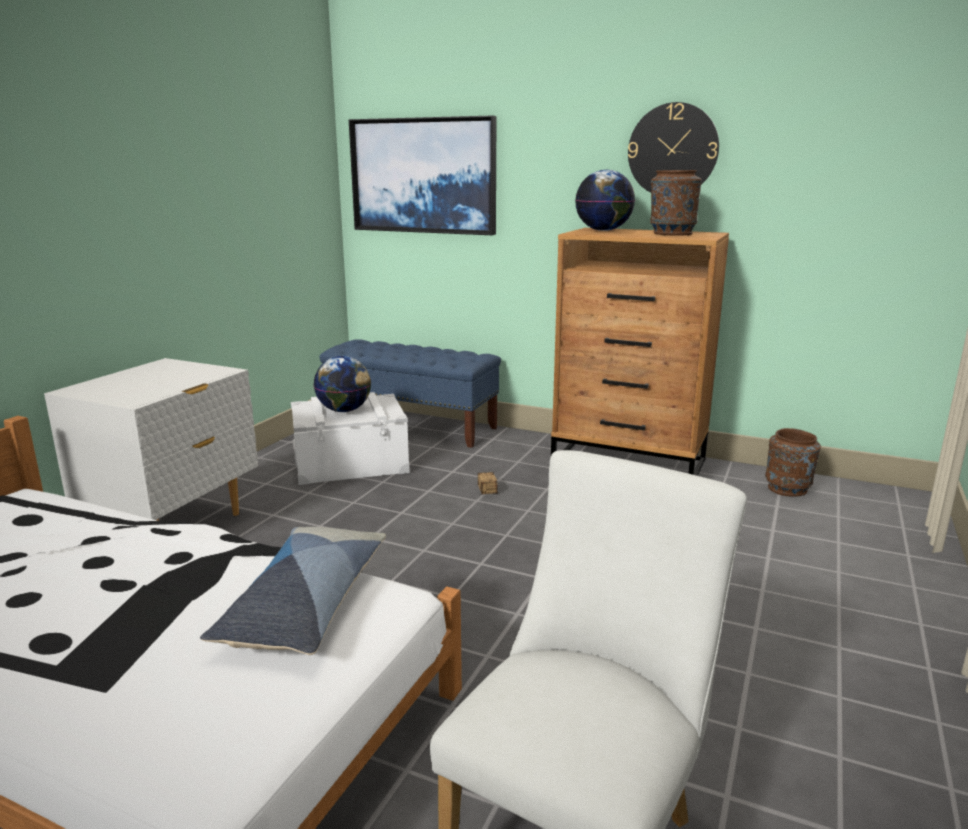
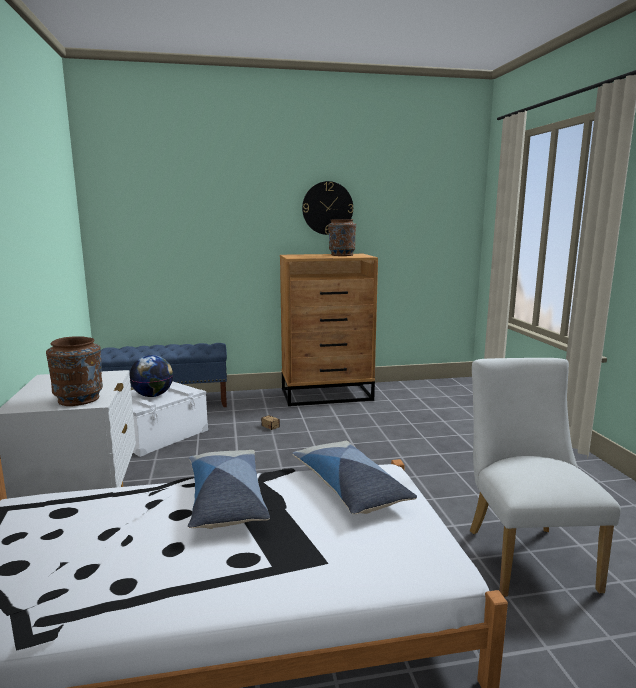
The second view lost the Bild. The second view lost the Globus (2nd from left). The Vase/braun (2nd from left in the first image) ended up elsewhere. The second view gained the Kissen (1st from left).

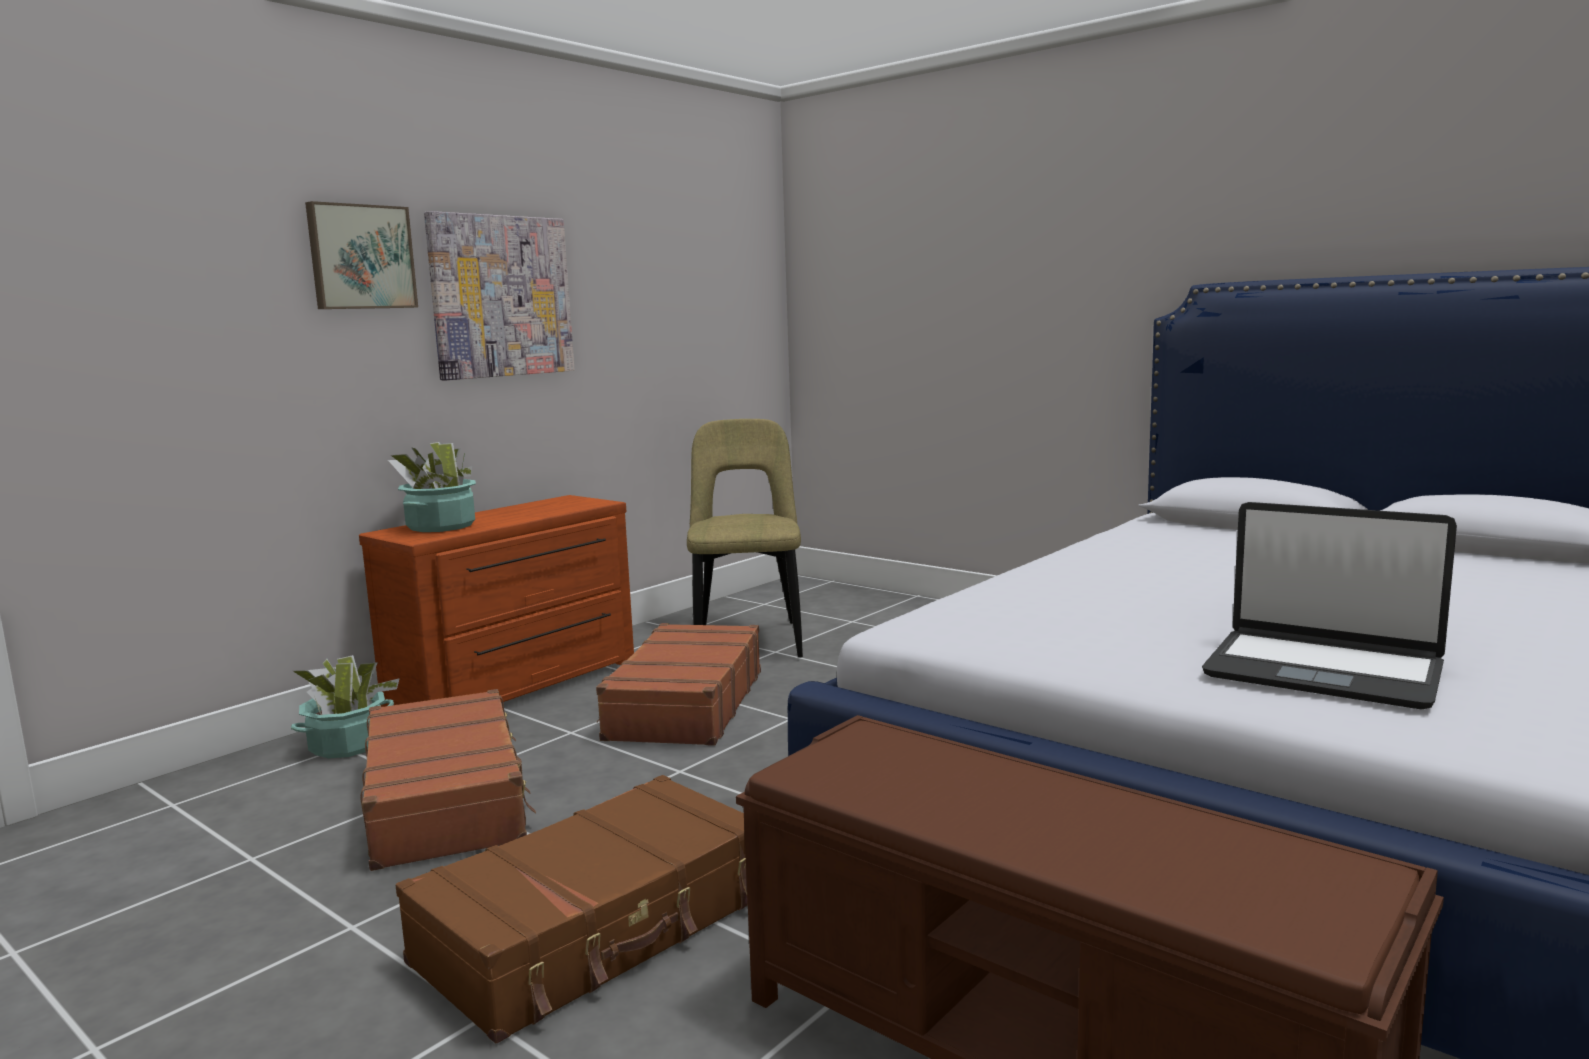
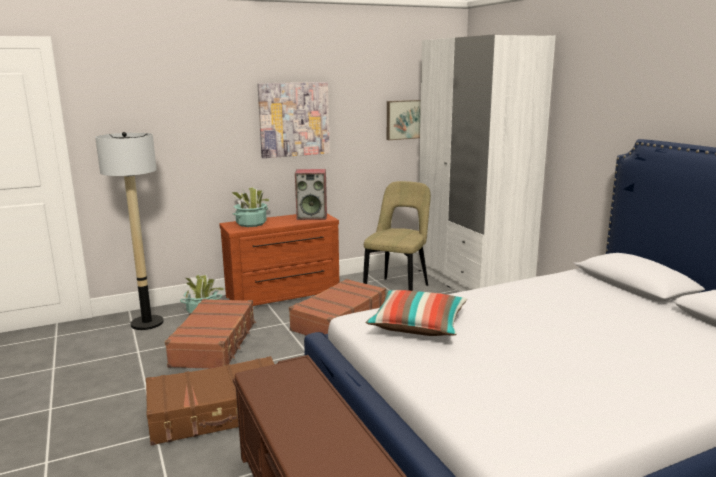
The Bild (1st from left in the first image) ended up elsewhere. The second view lost the Laptop. The second view gained the Kleiderschrank/weiß. The second view gained the Stehlampe. The second view gained the Lautsprecher. The second view gained the Kissen.

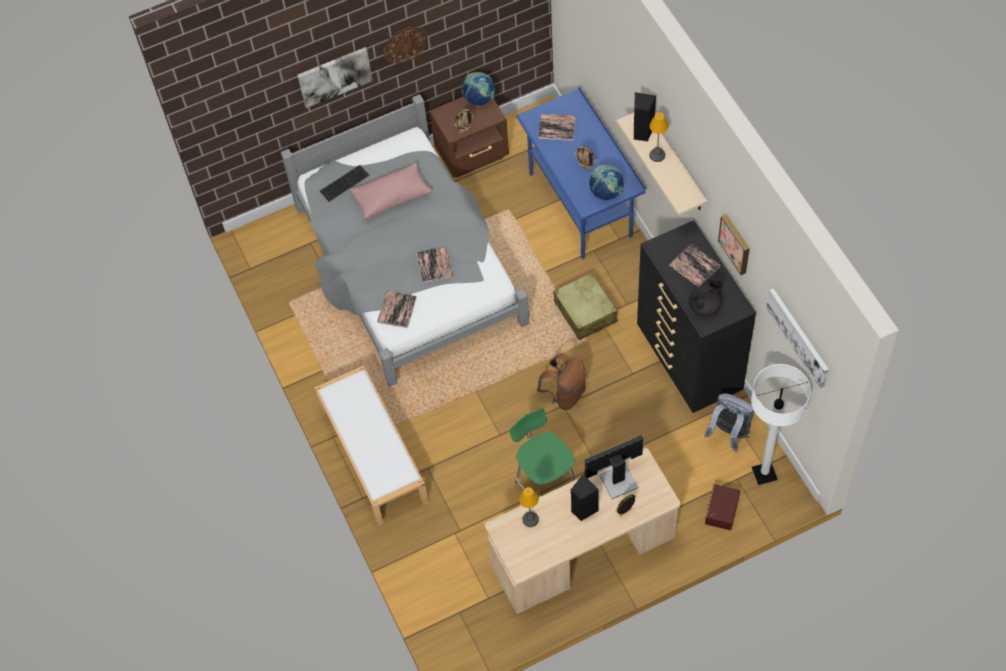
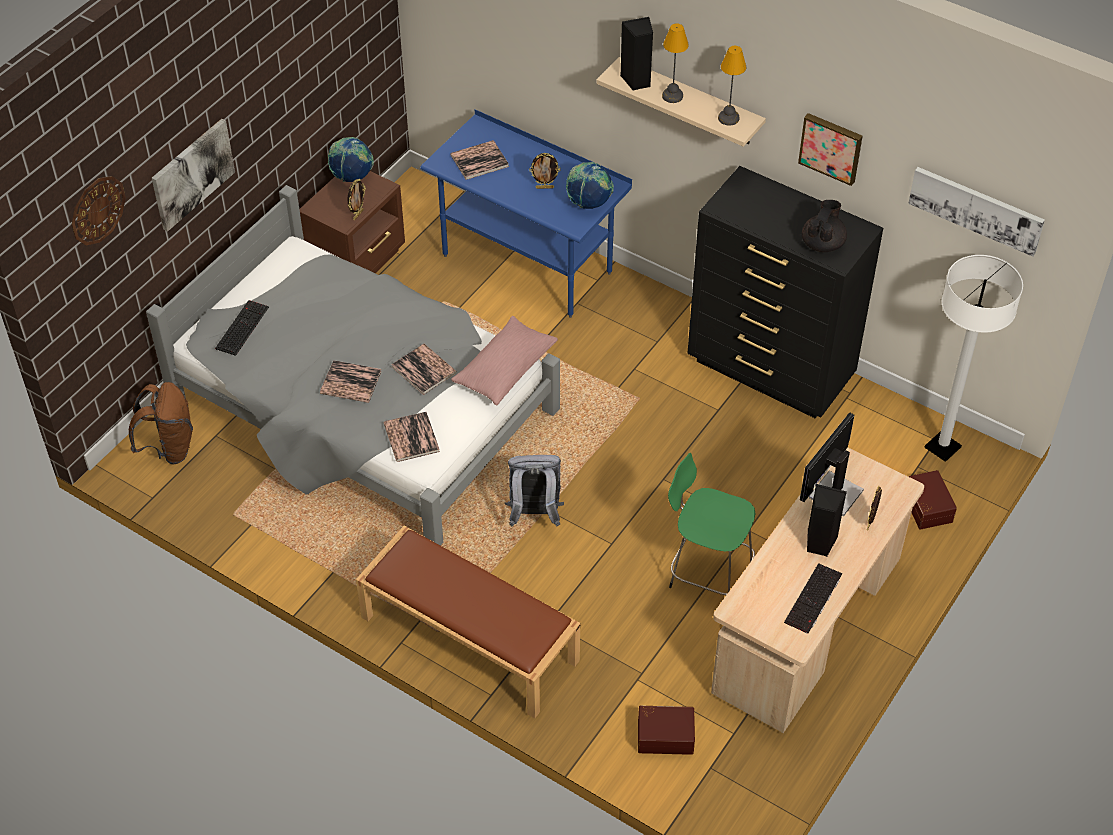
The Wanduhr ended up elsewhere. The Kissen/rosa ended up elsewhere. The Buch (4th from left in the first image) ended up elsewhere. The second view lost the Koffer/beige. The Rucksack/braun ended up elsewhere. What was the Bank/weiß turned into the Bank/braun. The Rucksack/grau ended up elsewhere. The Tischlampe (1st from left in the first image) ended up elsewhere. The second view gained the Tastatur (2nd from left). The second view gained the Aufbewahrungsbox/braun (1st from left).

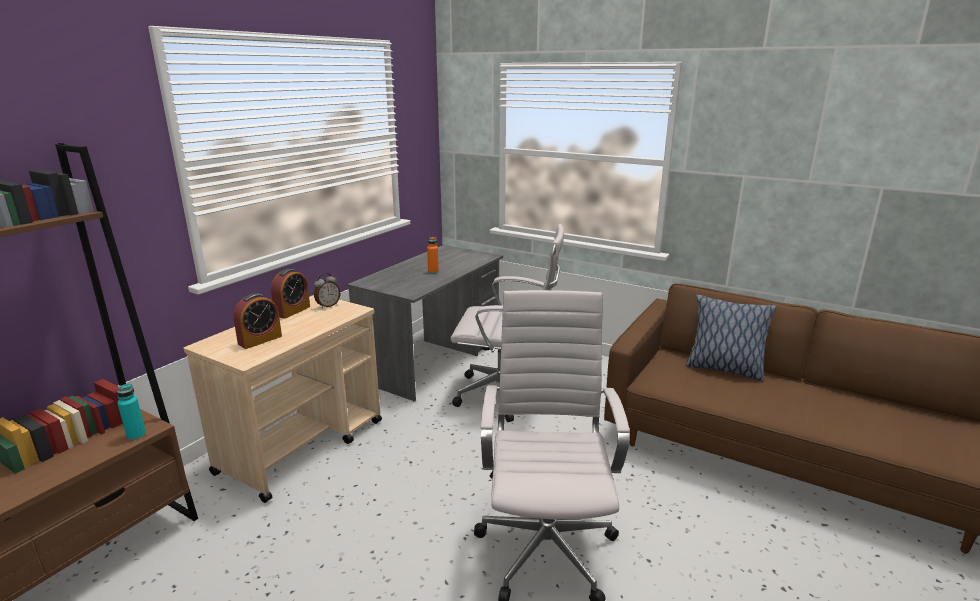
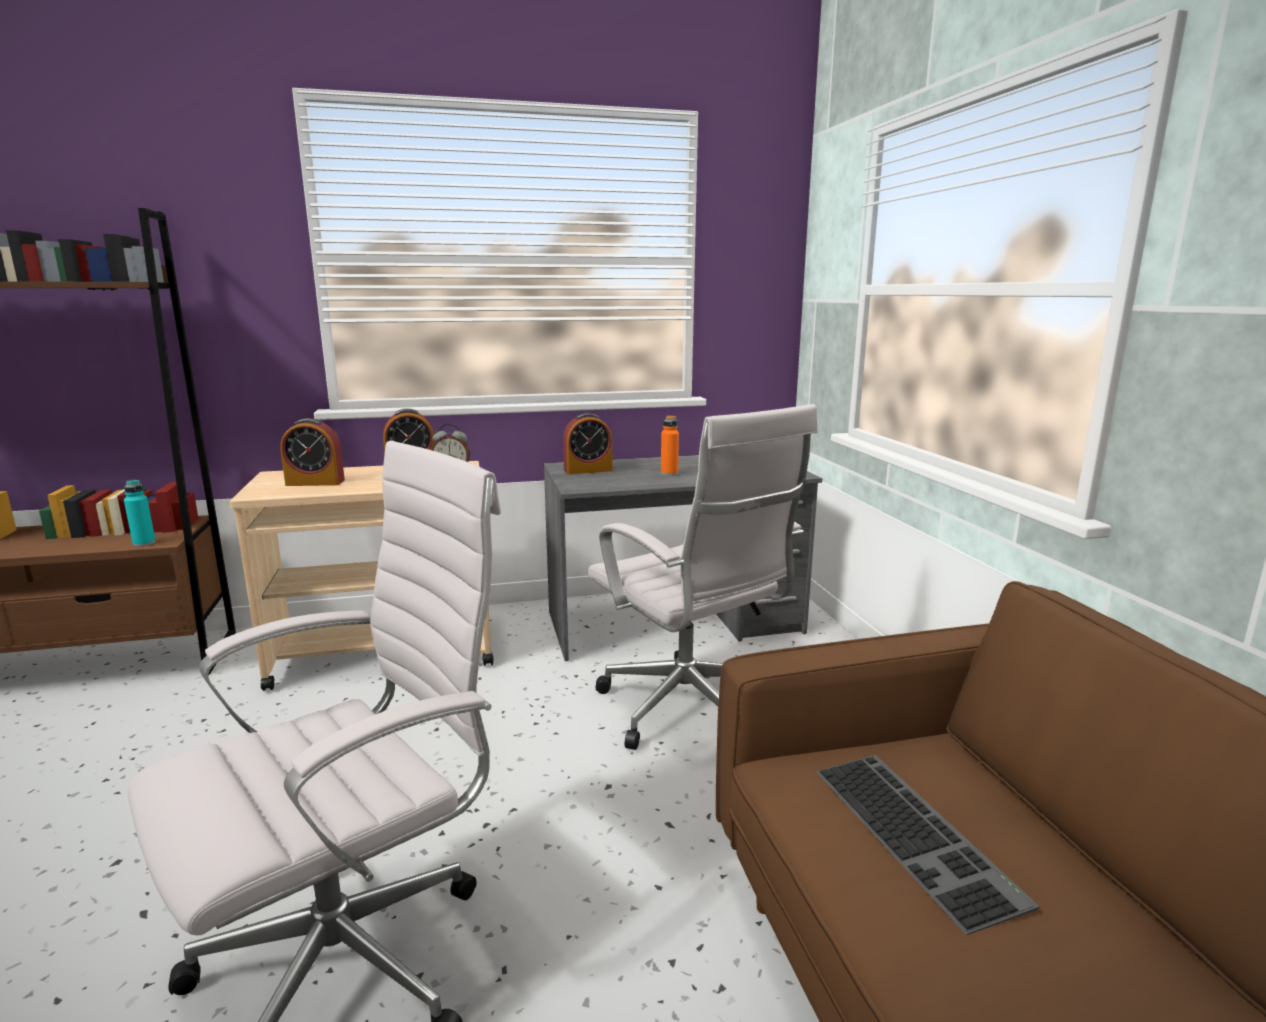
The second view lost the Kissen. The second view gained the Wecker (4th from left). The second view gained the Tastatur.

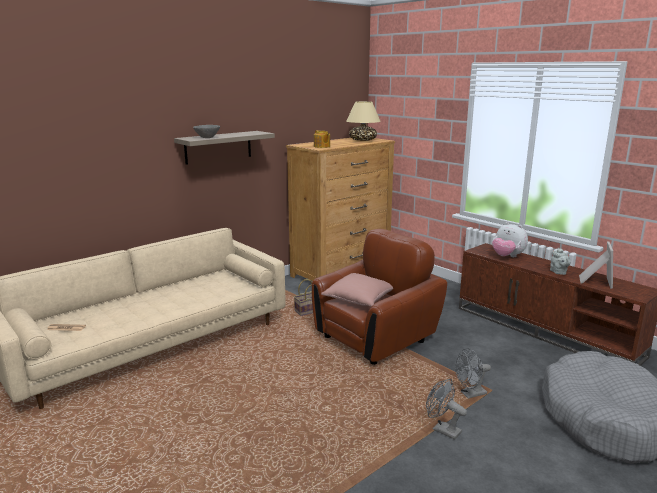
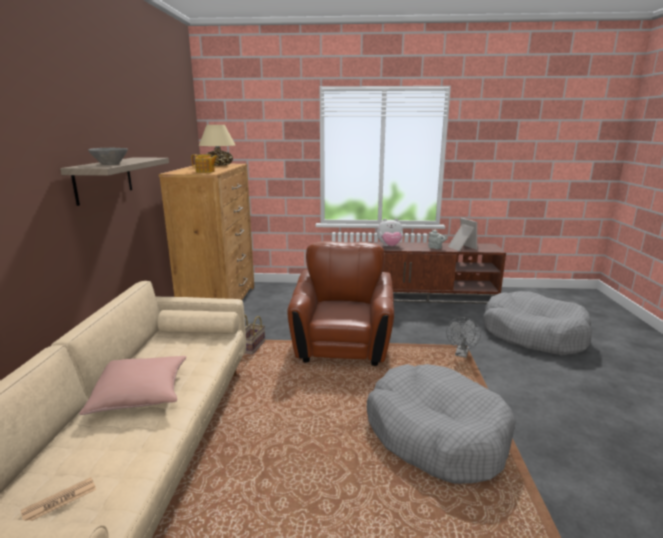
The Kissen/rosa ended up elsewhere. The second view lost the Ventilator/grau (1st from left). The second view gained the Hundebett/grau (1st from left).

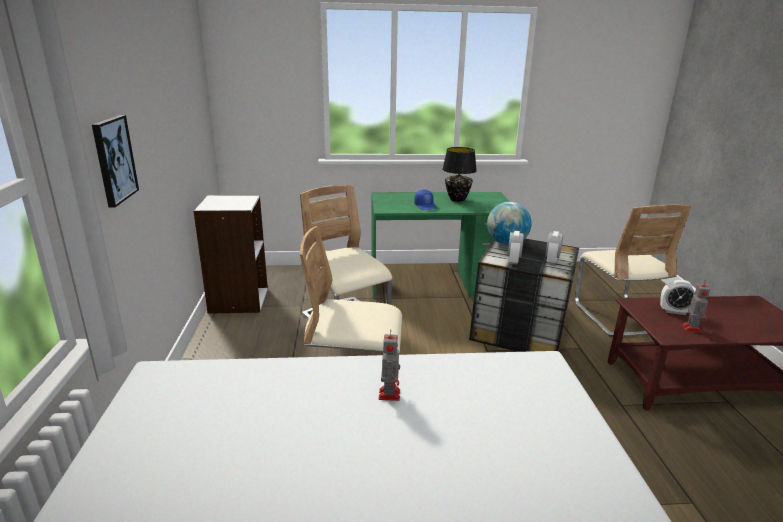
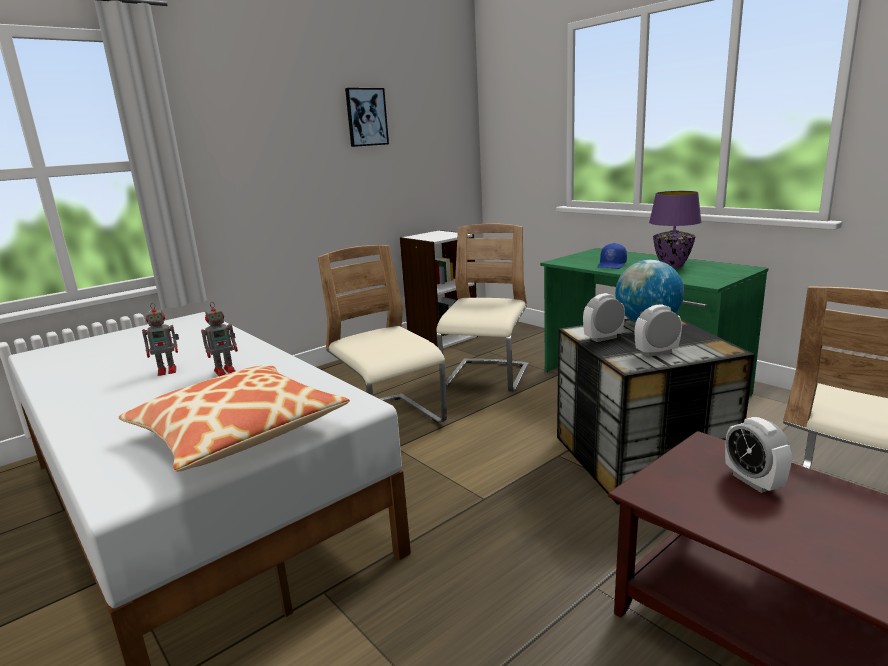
The Bild ended up elsewhere. What was the Tischlampe/schwarz turned into the Tischlampe/lila. The Spielzeugroboter (2nd from left in the first image) ended up elsewhere. The second view gained the Kissen.

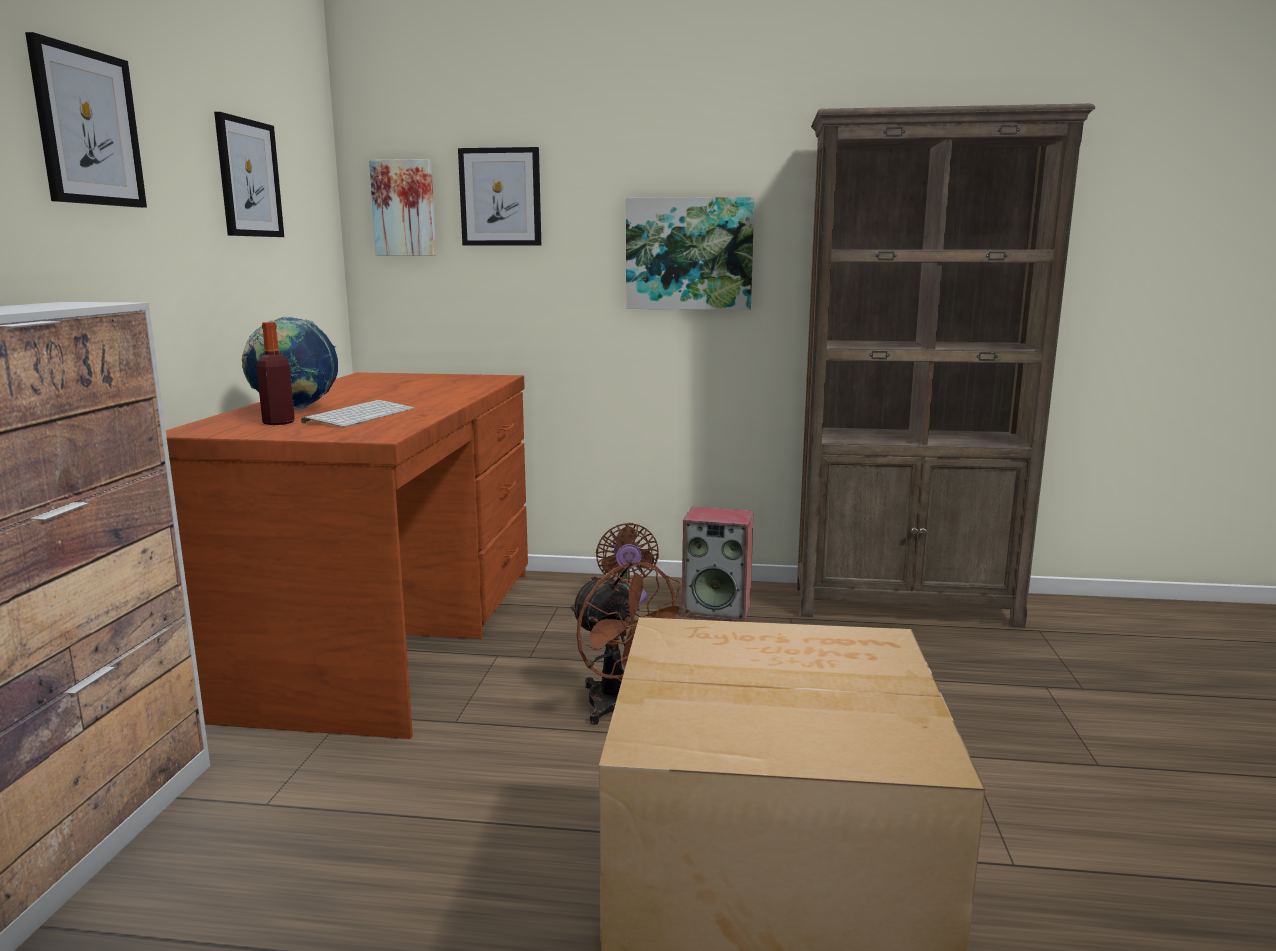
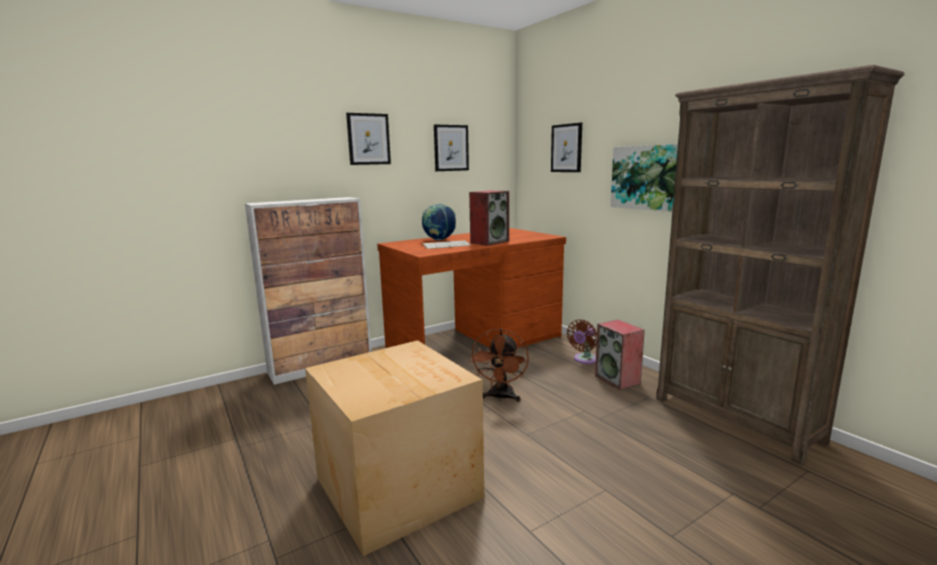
The second view lost the Bild (3rd from left). The second view lost the Flasche. The second view gained the Lautsprecher (1st from left).

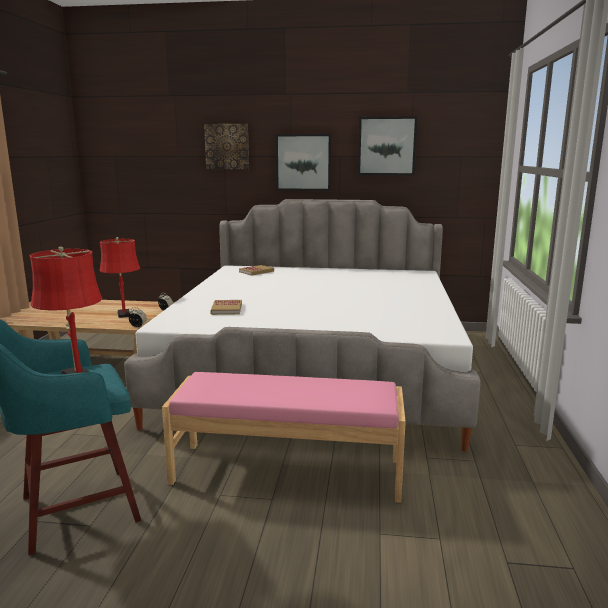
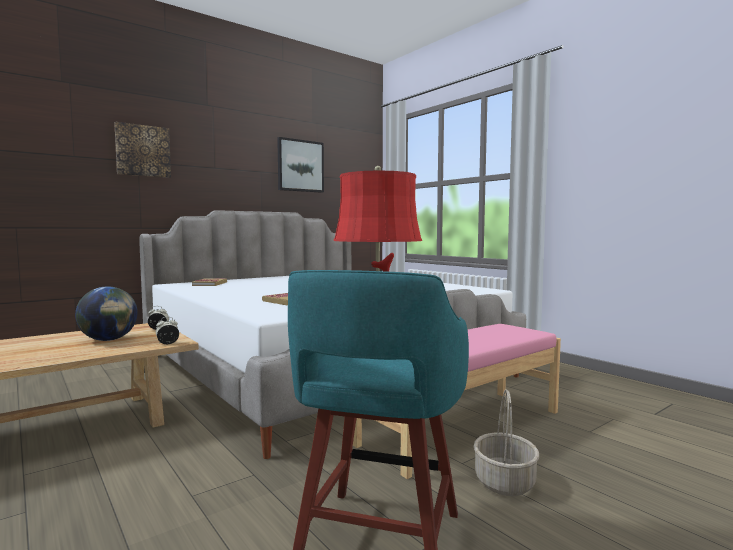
The second view lost the Bild (2nd from left). Where the Tischlampe/rot (2nd from left) stood, the Globus came to stand. The second view gained the Korb.

